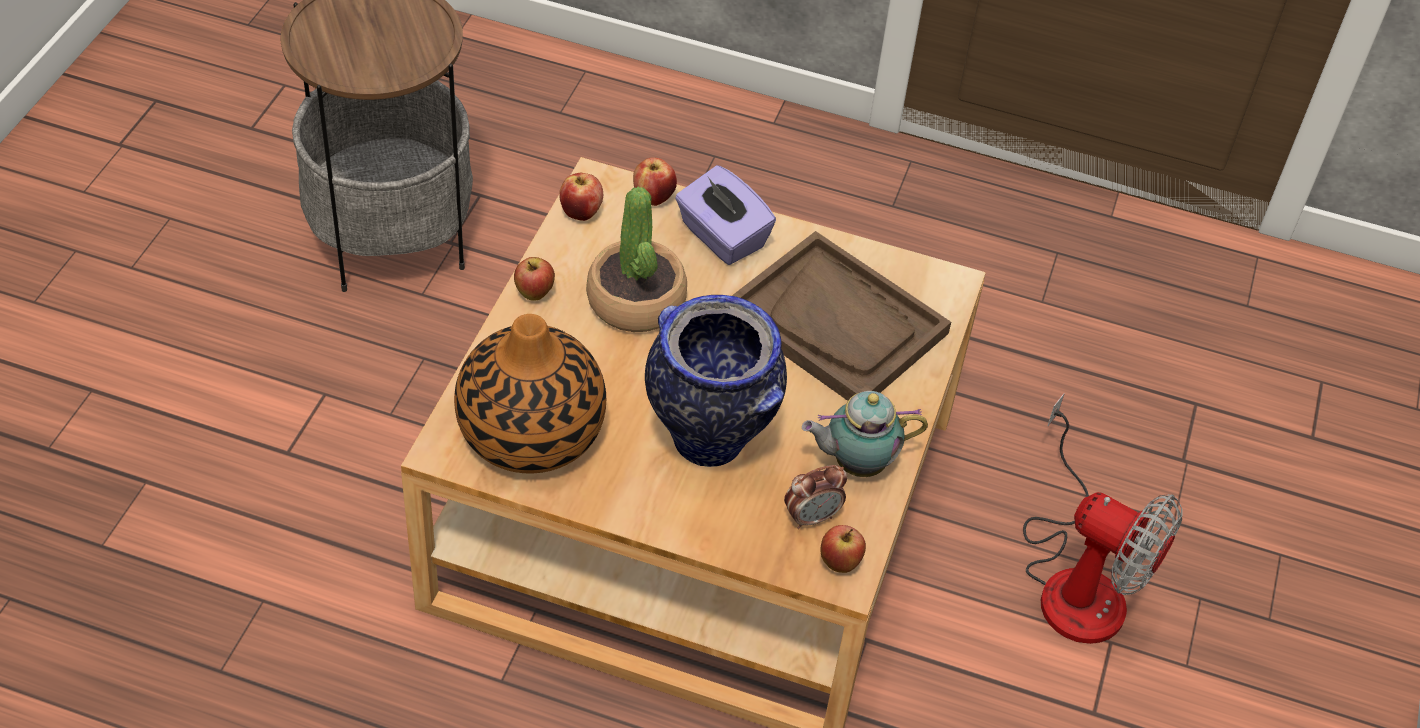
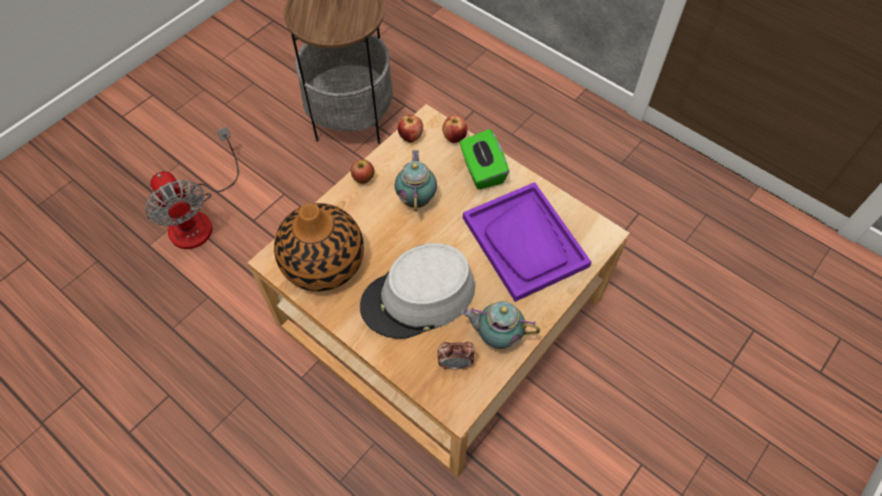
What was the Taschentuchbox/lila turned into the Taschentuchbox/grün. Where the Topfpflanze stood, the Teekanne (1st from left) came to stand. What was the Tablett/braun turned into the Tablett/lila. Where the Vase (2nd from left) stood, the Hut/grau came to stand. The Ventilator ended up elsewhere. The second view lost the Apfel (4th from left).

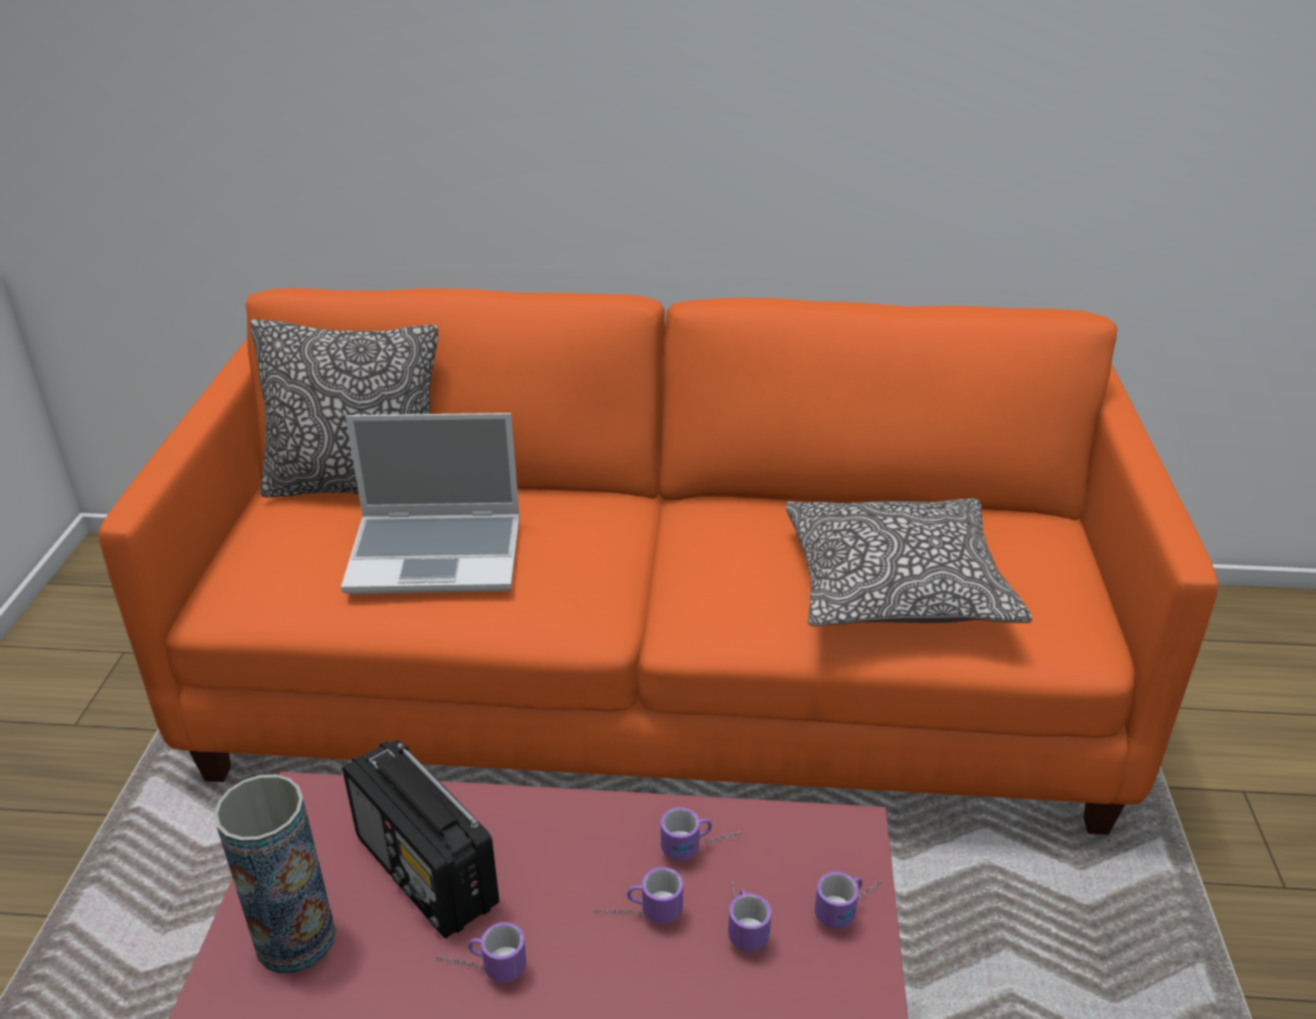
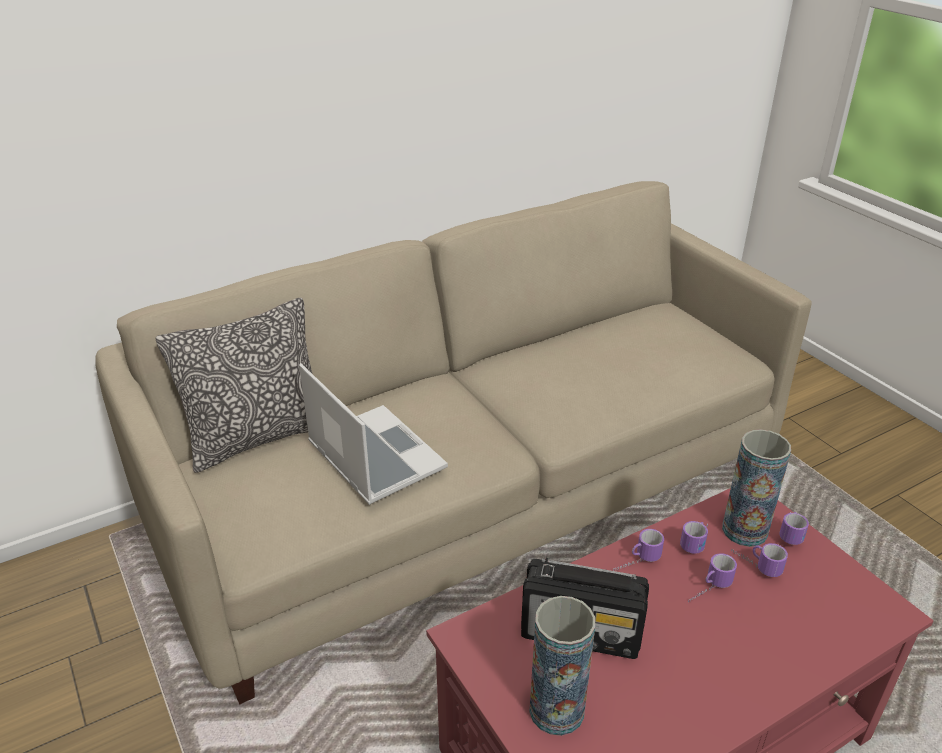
What was the Sofa/orange turned into the Sofa/beige. The Laptop ended up facing another way, 90 degrees counterclockwise from before. The second view lost the Kissen (2nd from left). The Henkelbecher (1st from left) ended up elsewhere. The second view gained the Vase (2nd from left).

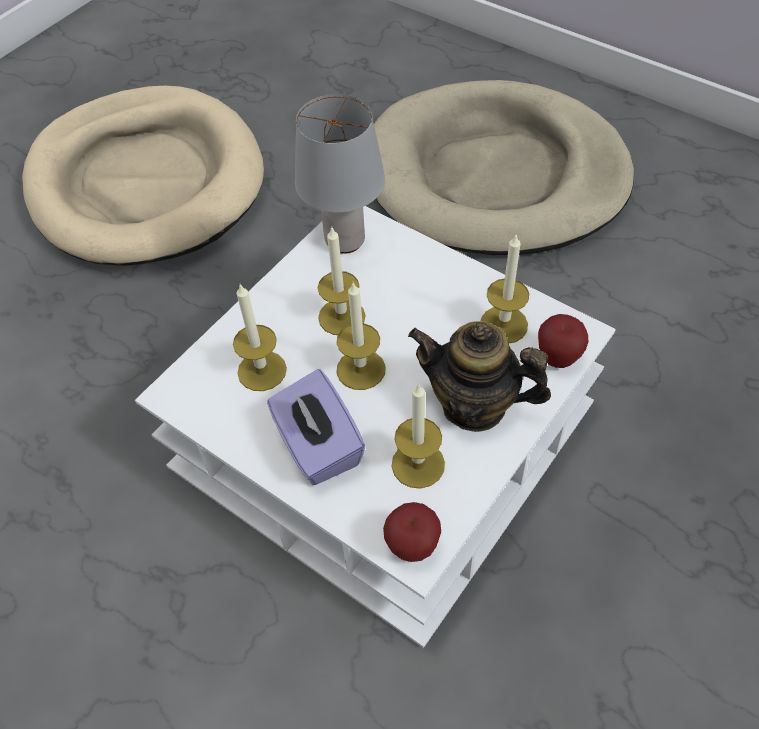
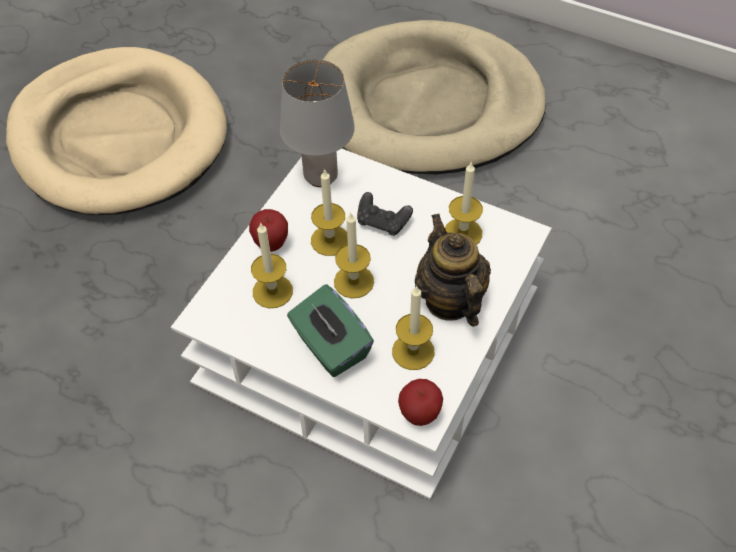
The Apfel (2nd from left in the first image) ended up elsewhere. The Teekanne ended up facing another way, 60 degrees clockwise from before. What was the Taschentuchbox/lila turned into the Taschentuchbox/grün. The second view gained the Gamepad/schwarz.

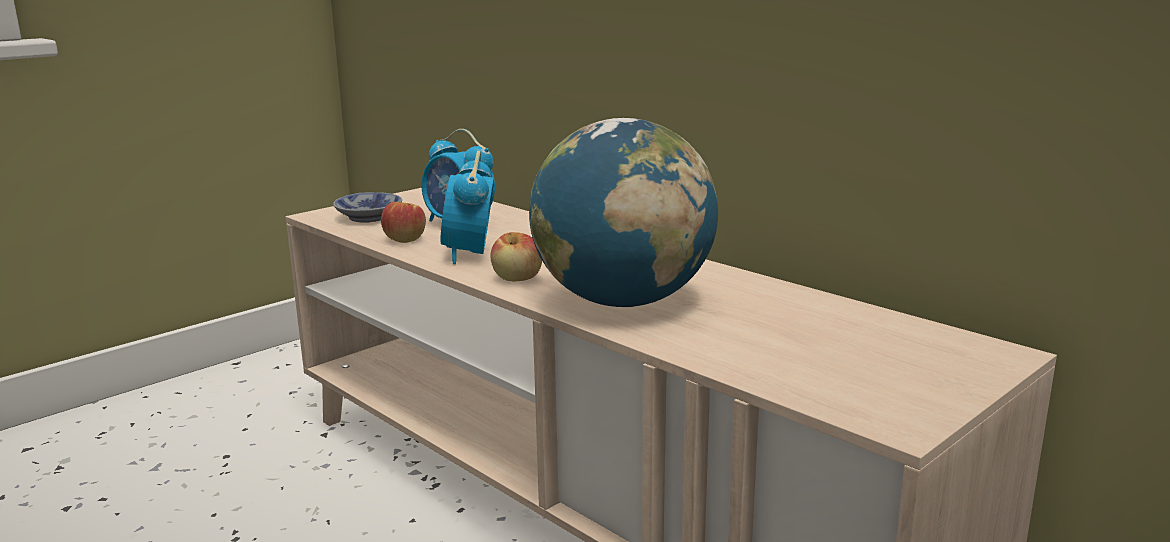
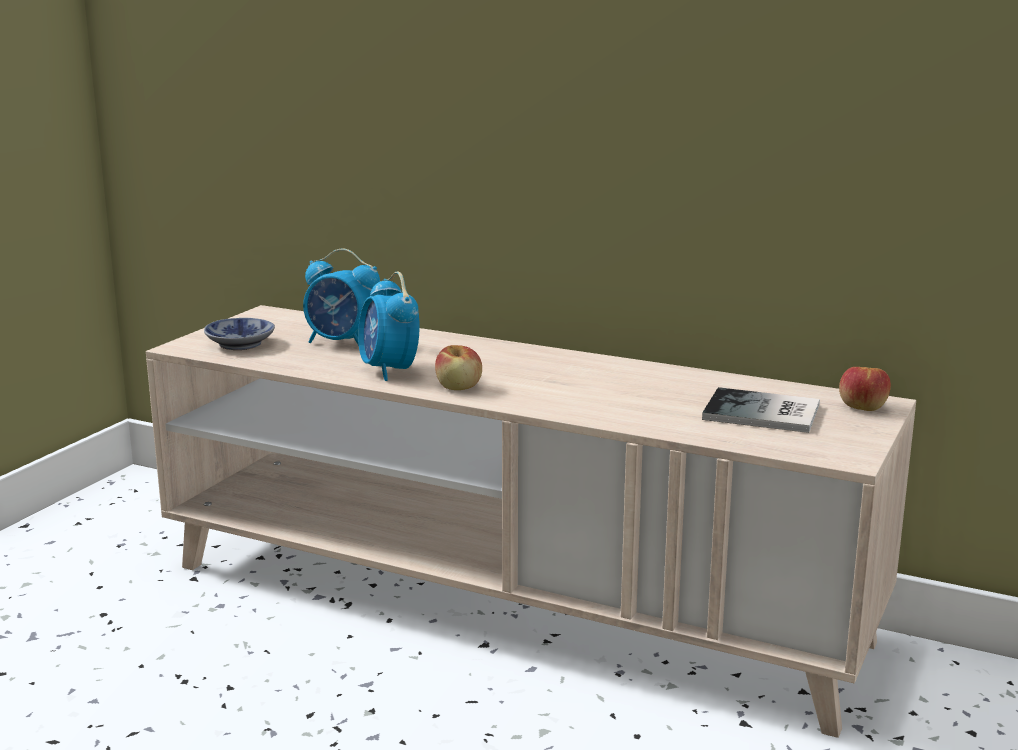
The second view lost the Globus. The Apfel (1st from left in the first image) ended up elsewhere. The second view gained the Buch.

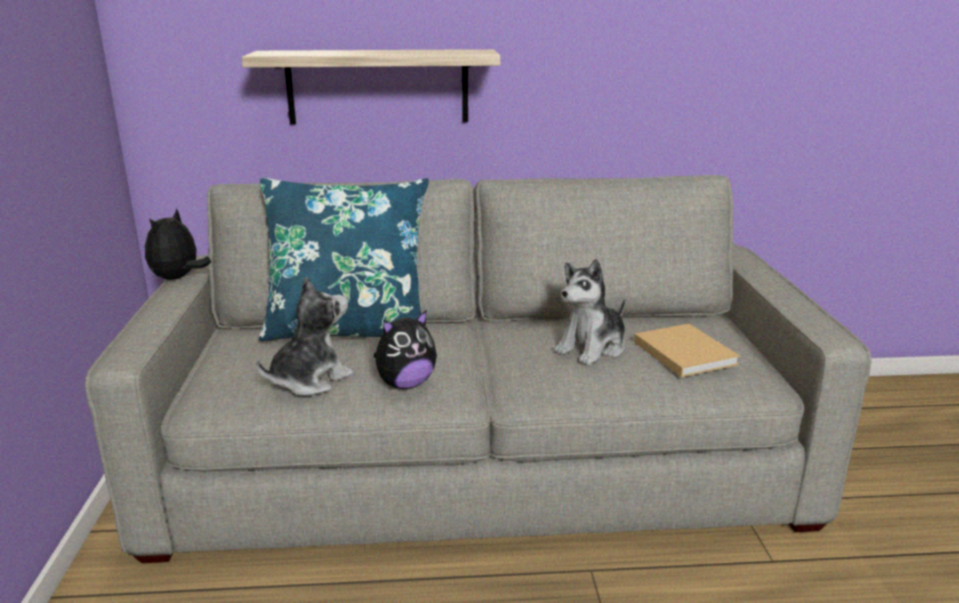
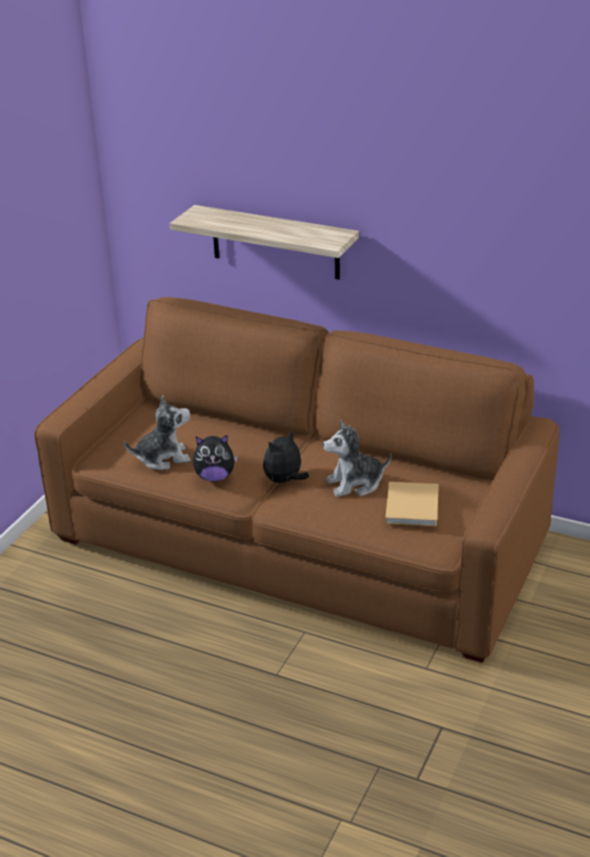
What was the Sofa/grau turned into the Sofa/braun. The second view lost the Kissen/blau. The Plüschtier (1st from left in the first image) ended up elsewhere.

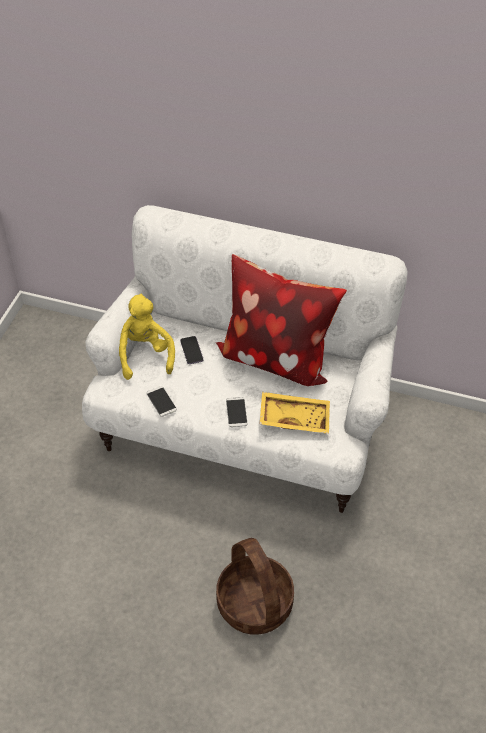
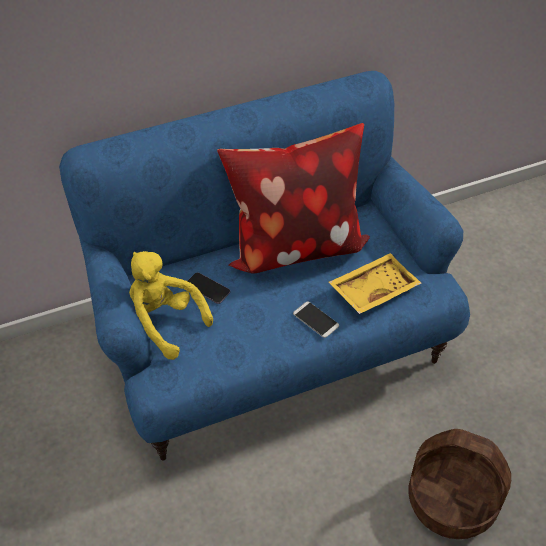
What was the Sofa/weiß turned into the Sofa/blau. The second view lost the Handy (1st from left).

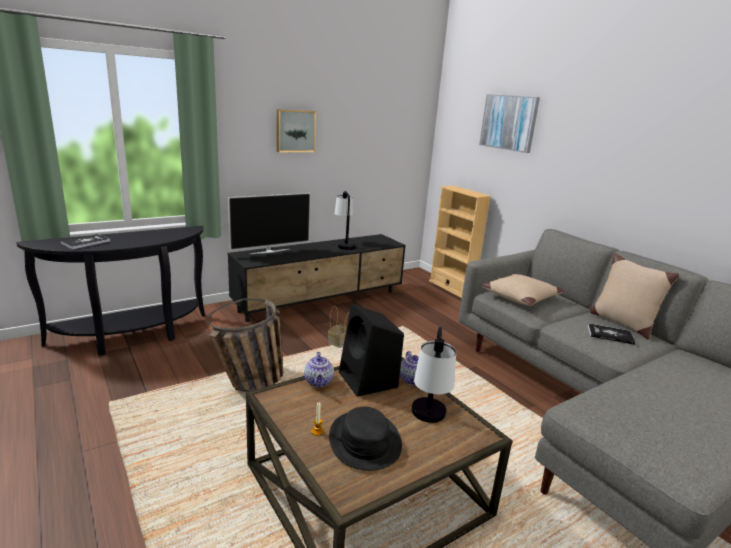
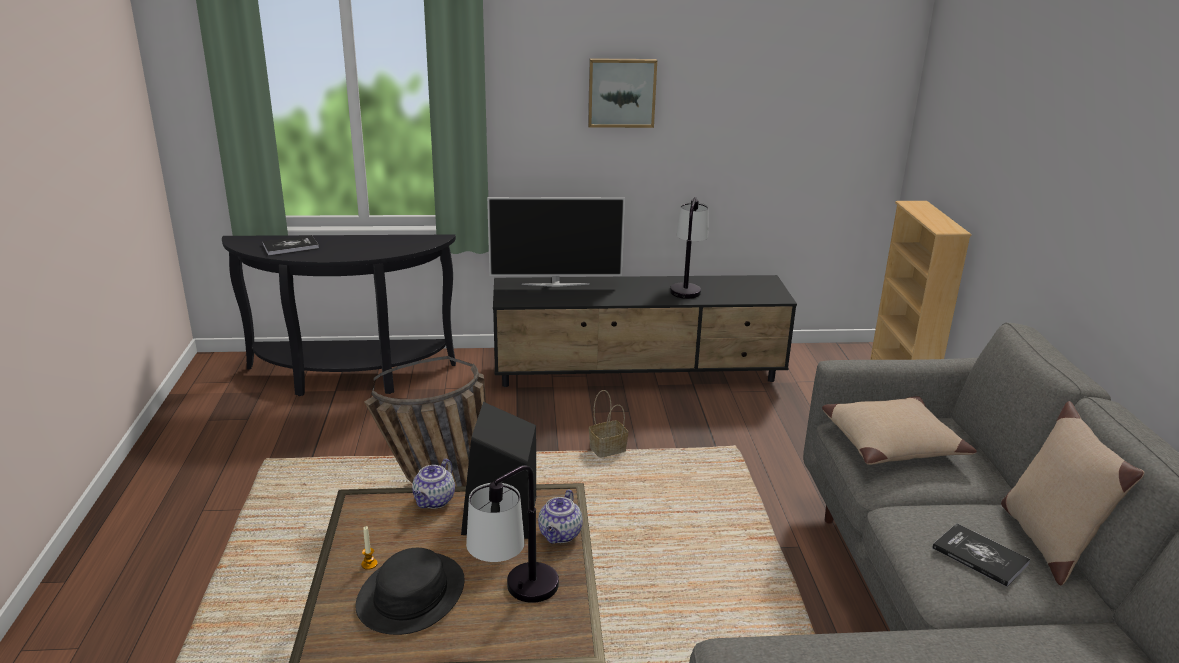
The second view lost the Bild (2nd from left).

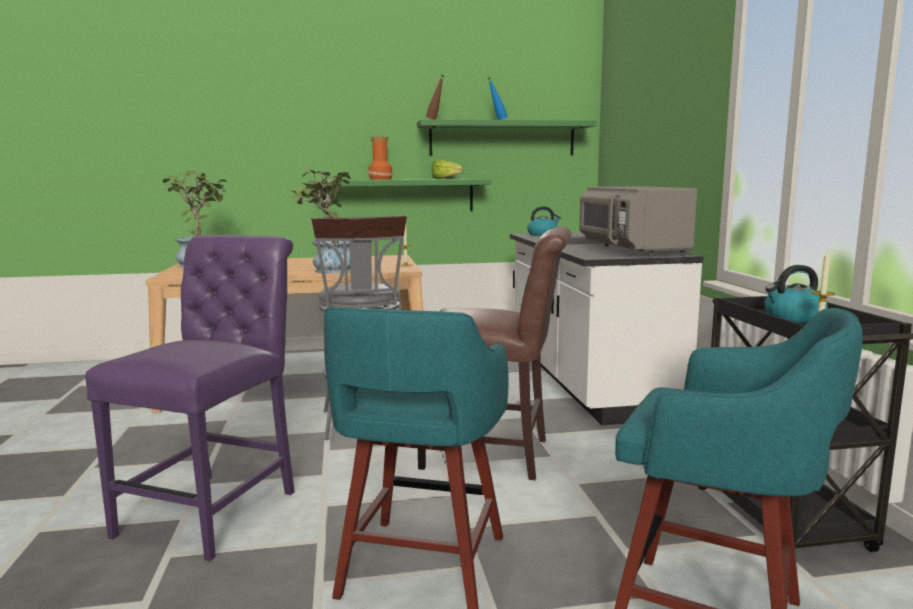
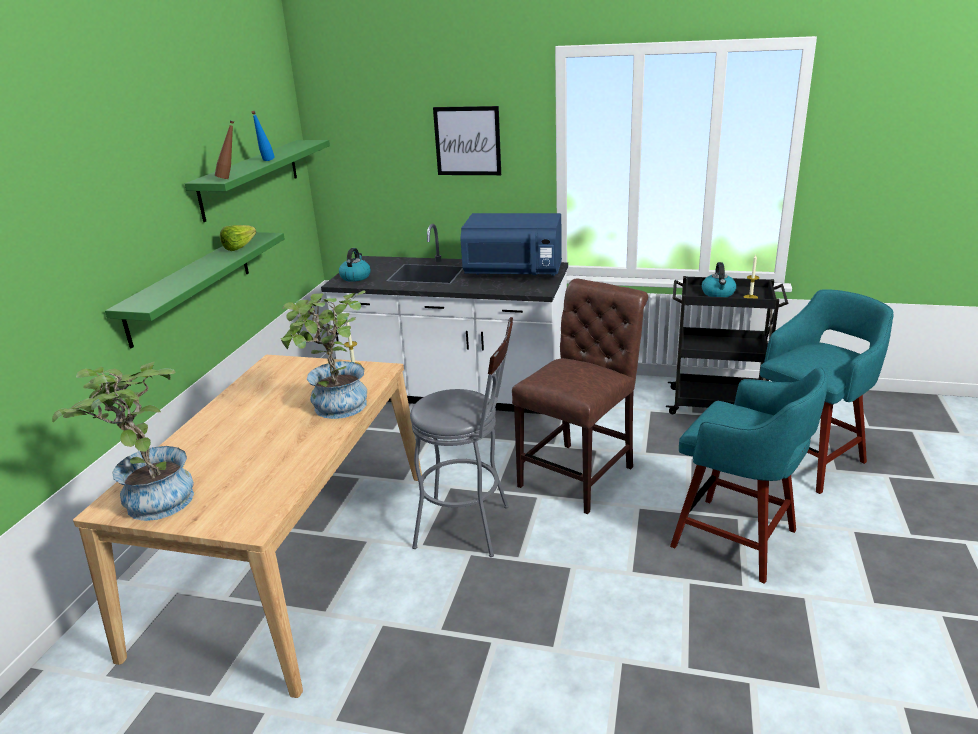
The second view lost the Vase. What was the Mikrowelle/grau turned into the Mikrowelle/blau. The second view lost the Stuhl/lila. The second view gained the Bild.

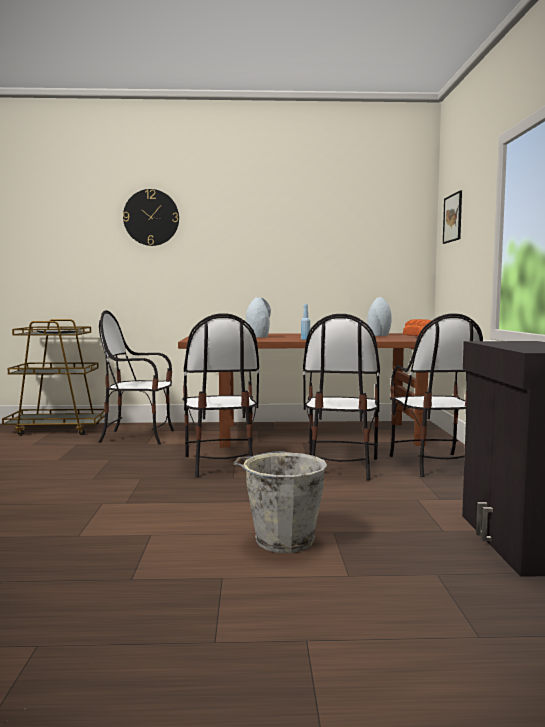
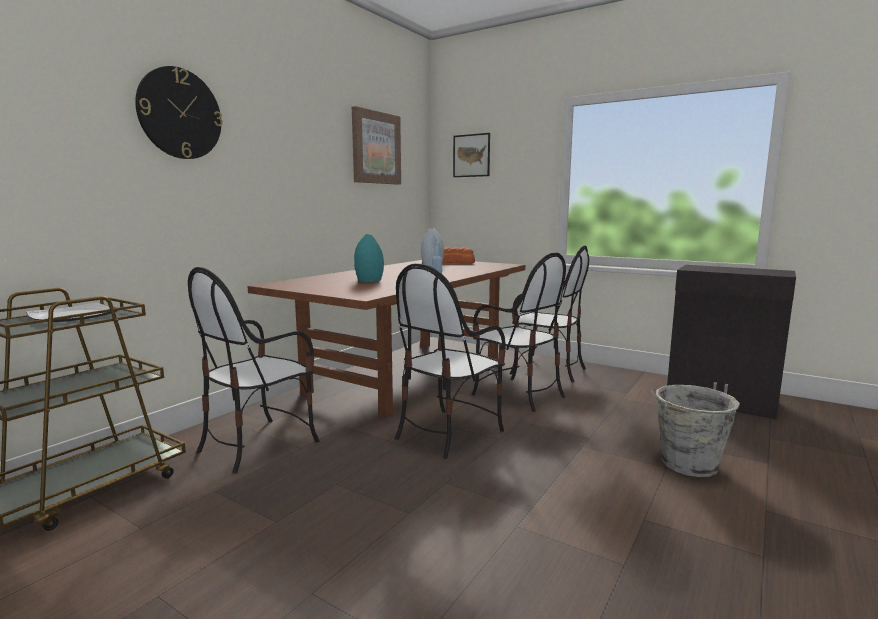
What was the Vase/grau (1st from left) turned into the Vase/türkis. The Stuhl (2nd from left) ended up facing another way, 105 degrees clockwise from before. The second view gained the Bild (1st from left).

